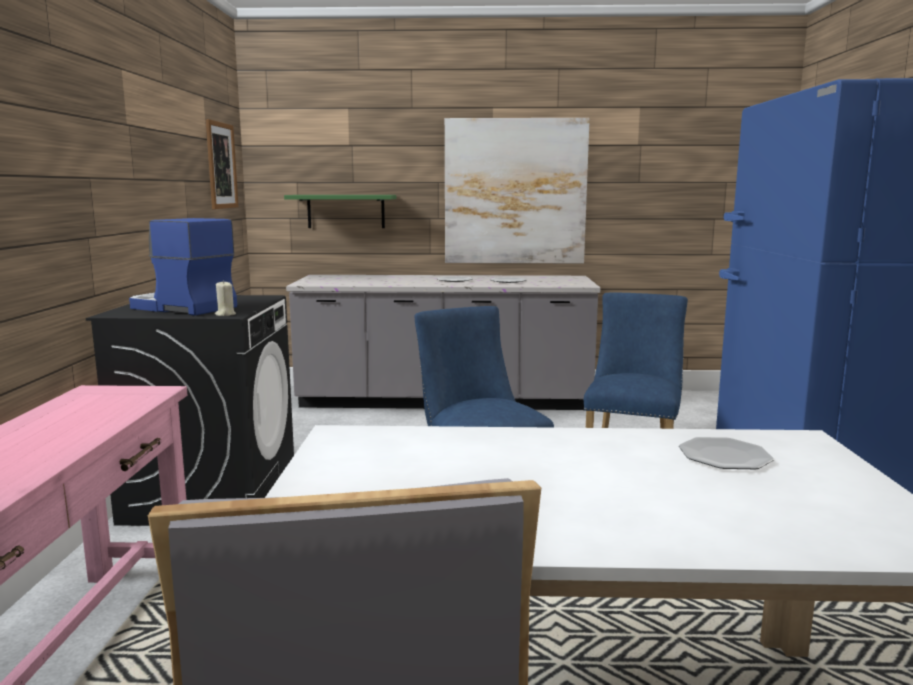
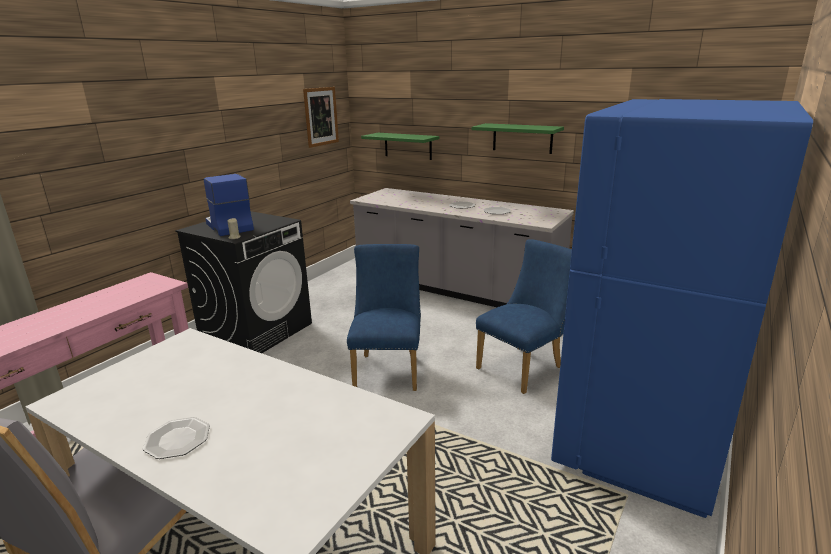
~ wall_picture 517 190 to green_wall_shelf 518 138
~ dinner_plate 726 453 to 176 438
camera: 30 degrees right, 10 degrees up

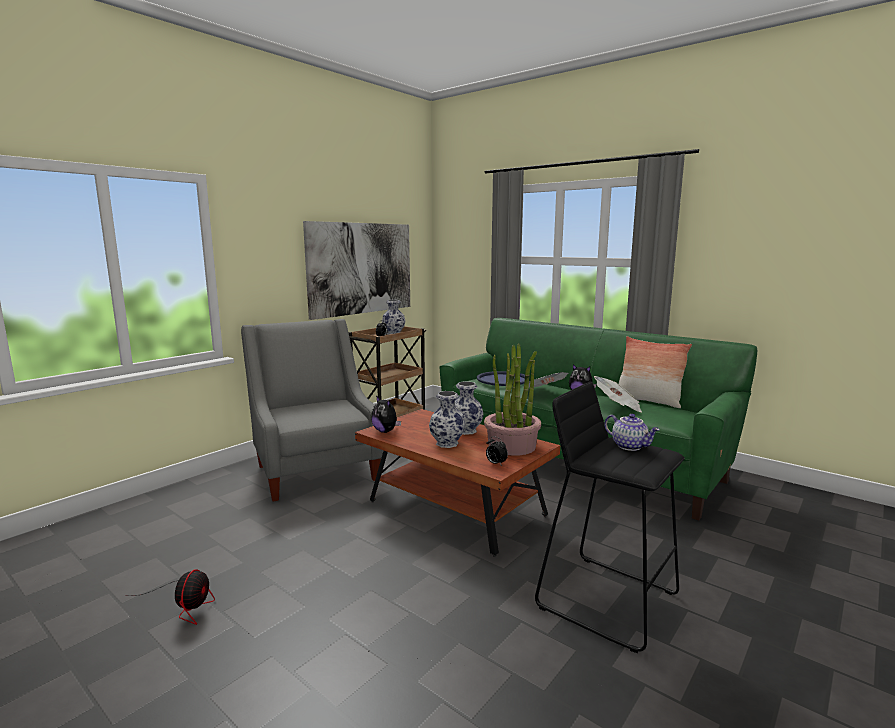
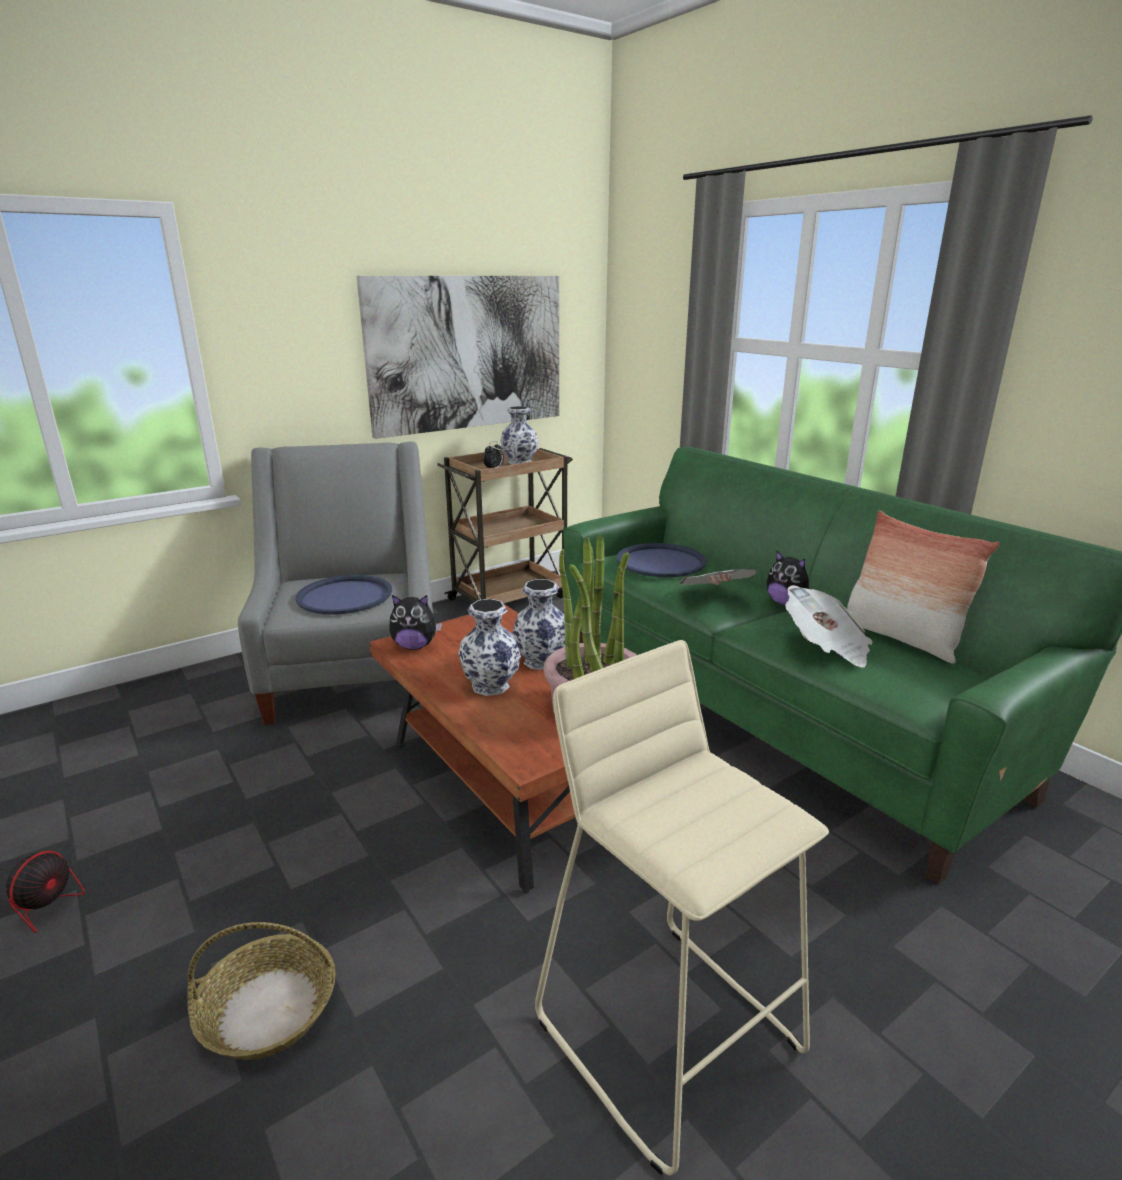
~ cuddly_toy 386 414 = 415 622 60 degrees counterclockwise
- table_clock 497 451
~ blackish_stool 610 517 to beige_stool 682 907
- pot_for_tea 632 432
+ storage_basket 261 991
+ blue_carrying_tray 344 595
camera: 15 degrees right, 10 degrees up

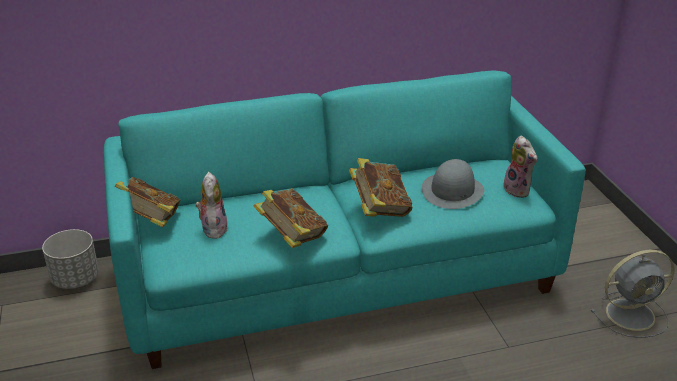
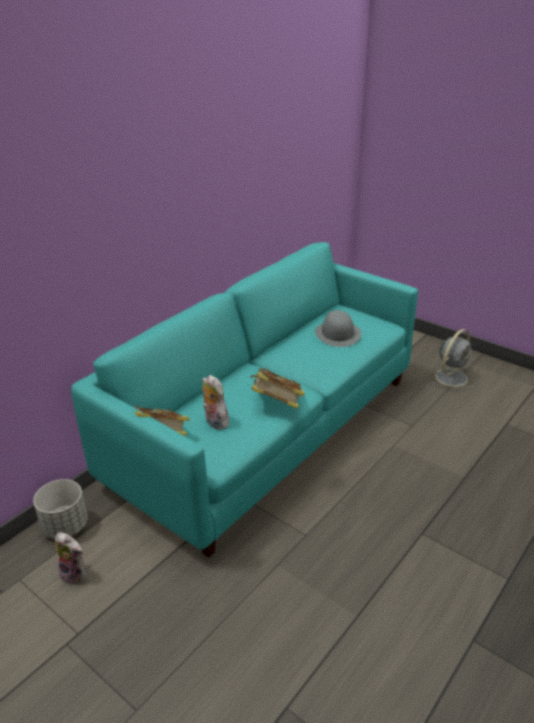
- bound_book 380 187
~ cuddly_toy 520 167 to 70 558
camera: 35 degrees left, 0 degrees up

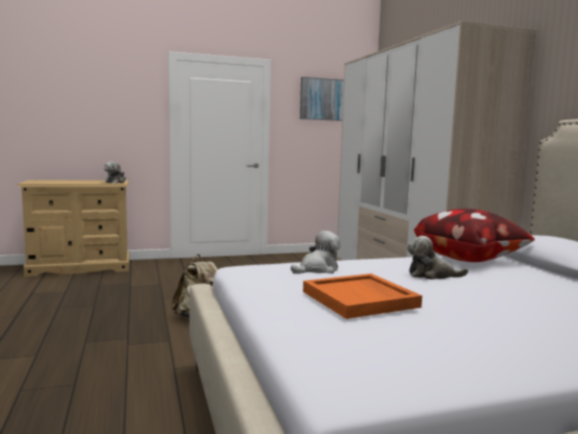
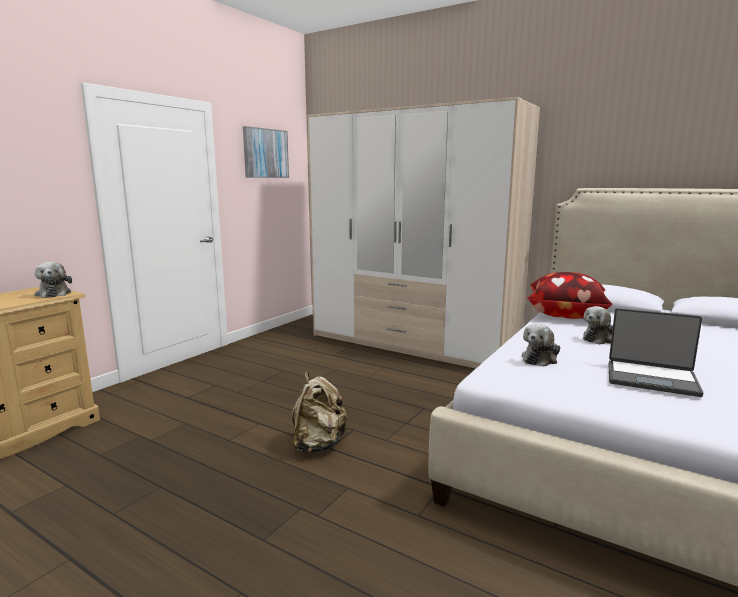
~ cuddly_toy 315 252 = 541 345 150 degrees counterclockwise
~ orangey_carrying_tray 362 296 to laptop 656 352
camera: 40 degrees left, 5 degrees up

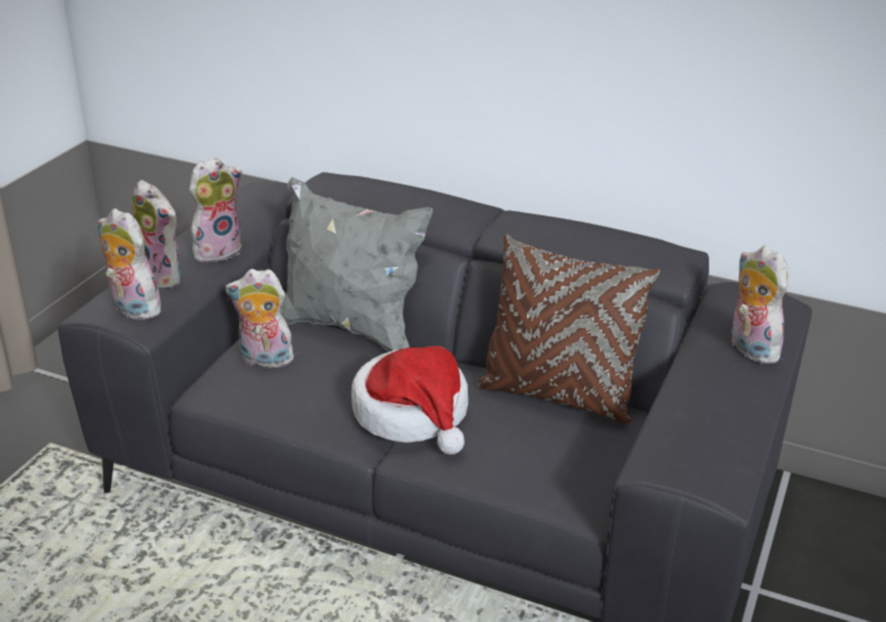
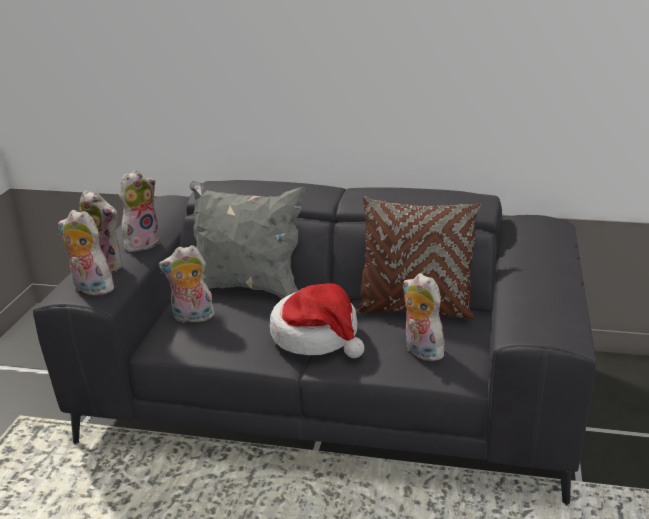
~ cuddly_toy 759 305 to 423 317
camera: 10 degrees left, 5 degrees down

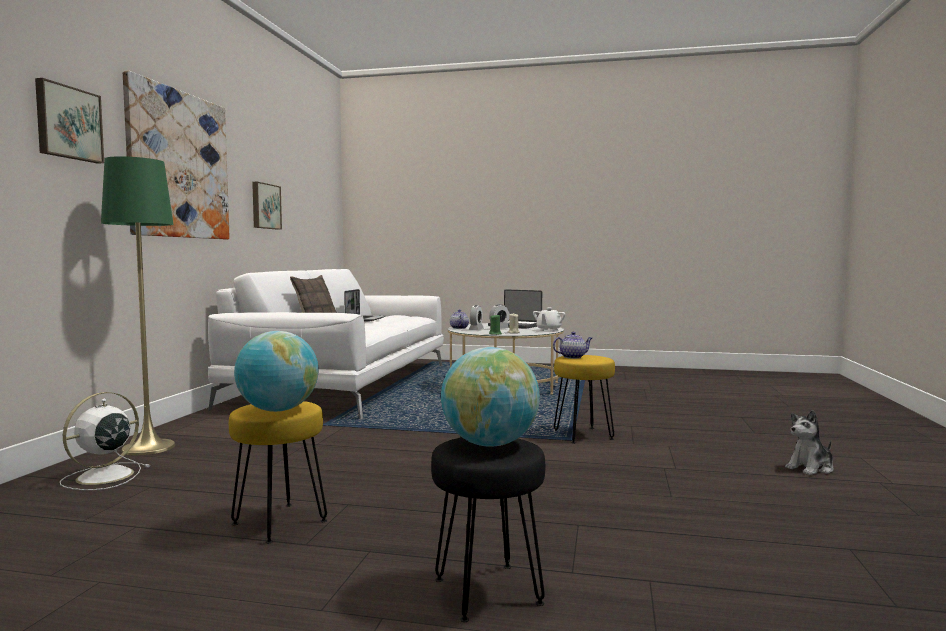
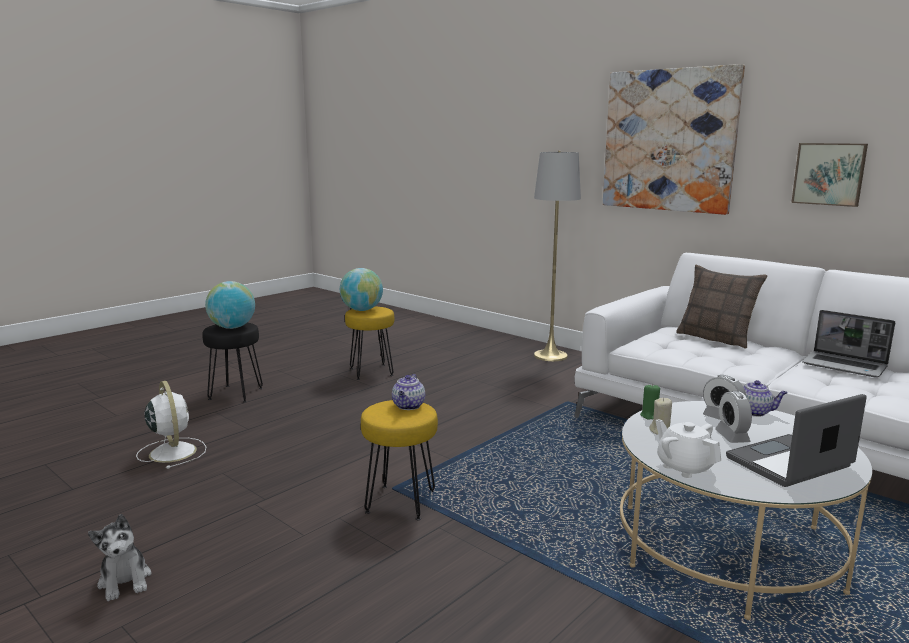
- wall_picture 69 121
~ whitish_fan 105 441 to 171 425
~ green_standing_lamp 138 305 to gray_standing_lamp 557 256
~ cuddly_toy 809 442 = 120 557 150 degrees clockwise
camera: 120 degrees right, 10 degrees up

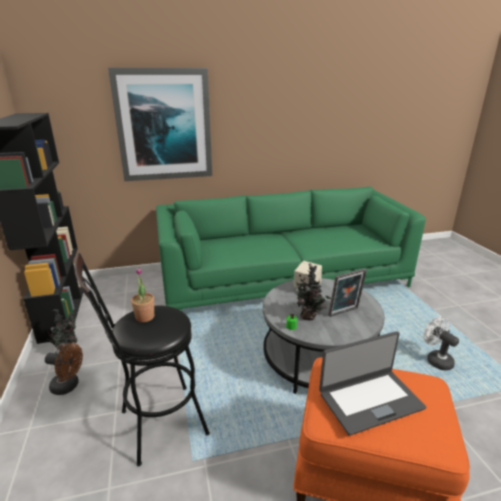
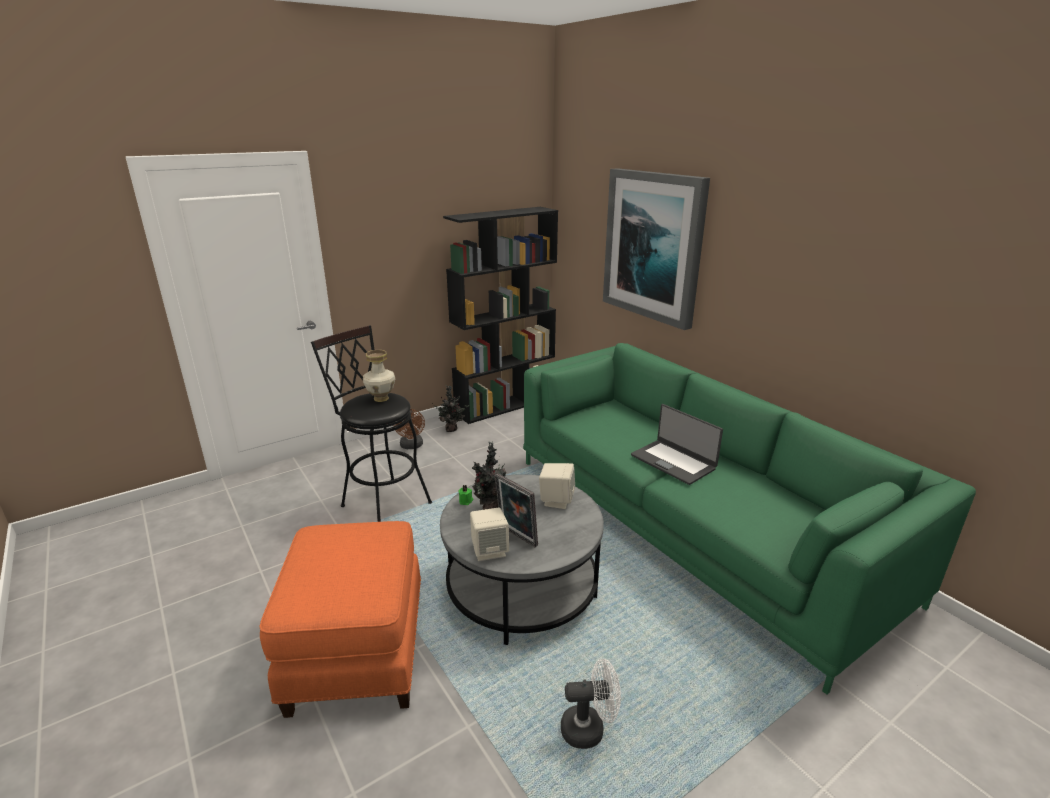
~ houseplant 142 295 to decorative_vase 379 376
~ laptop 372 383 to 677 444
~ whitish_fan 441 343 = 591 704 45 degrees clockwise
+ beige_audio_speaker 489 534
camera: 70 degrees right, 0 degrees up

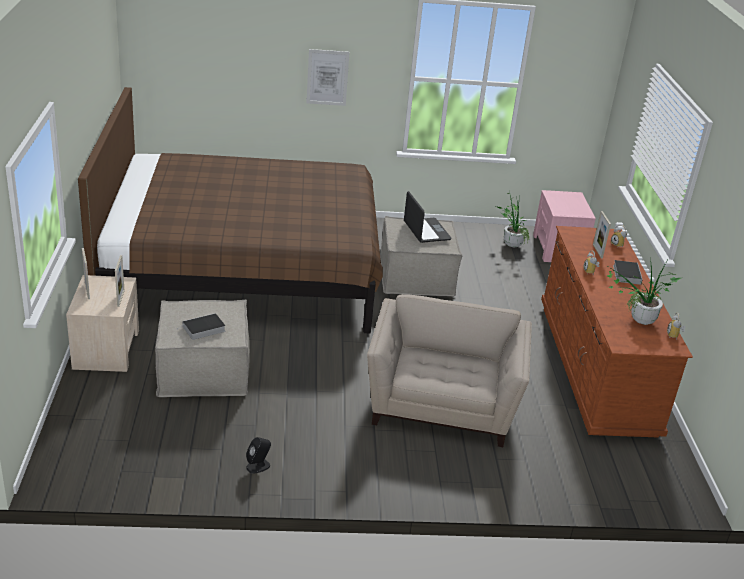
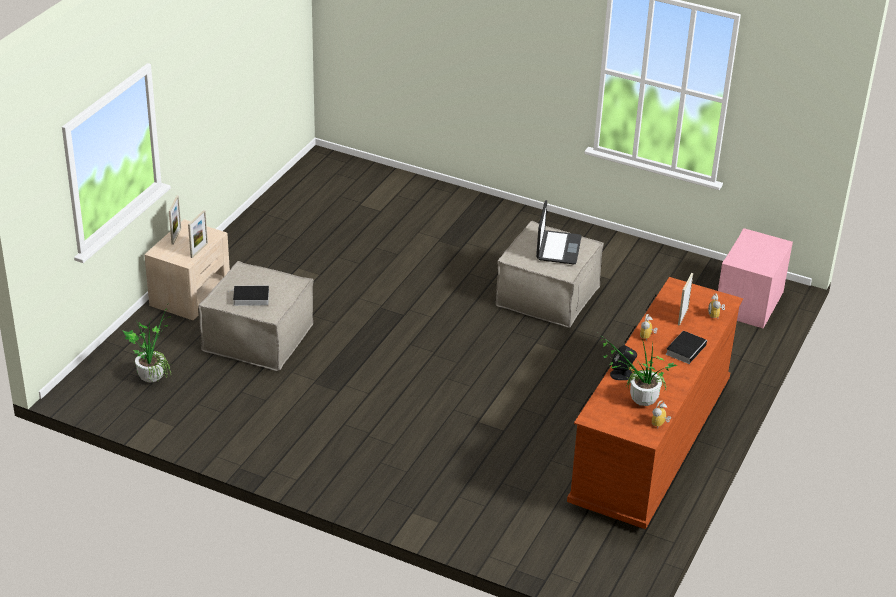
- brown-coloured_bed 230 210
~ blackish_audio_speaker 258 455 to 623 362
- wall_picture 328 77
- beige_armchair 449 370
~ houseplant 513 218 to 147 344
camera: 30 degrees right, 5 degrees up

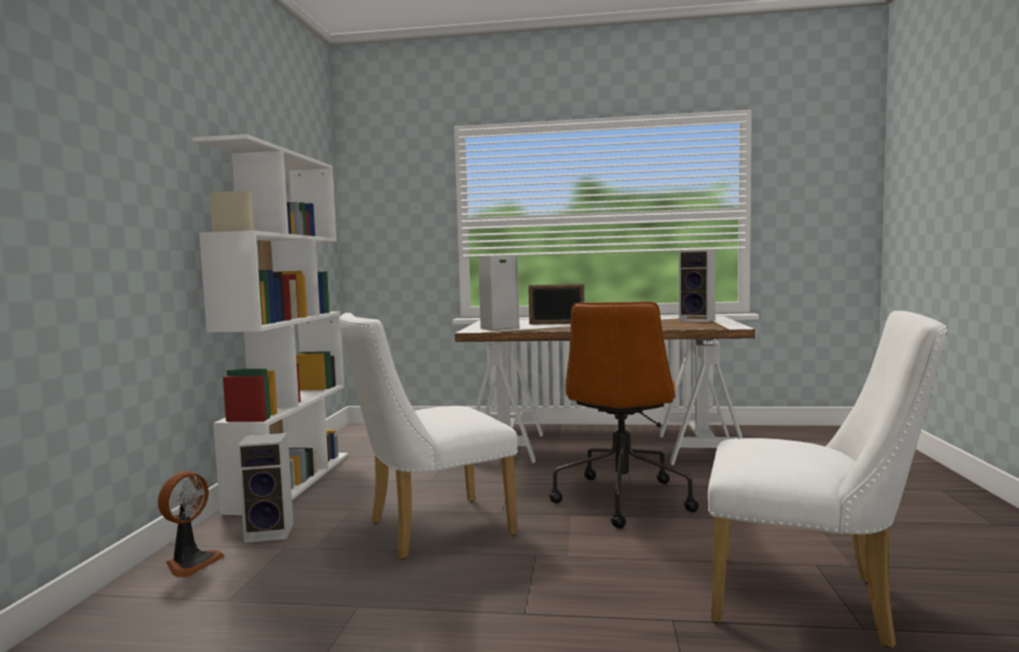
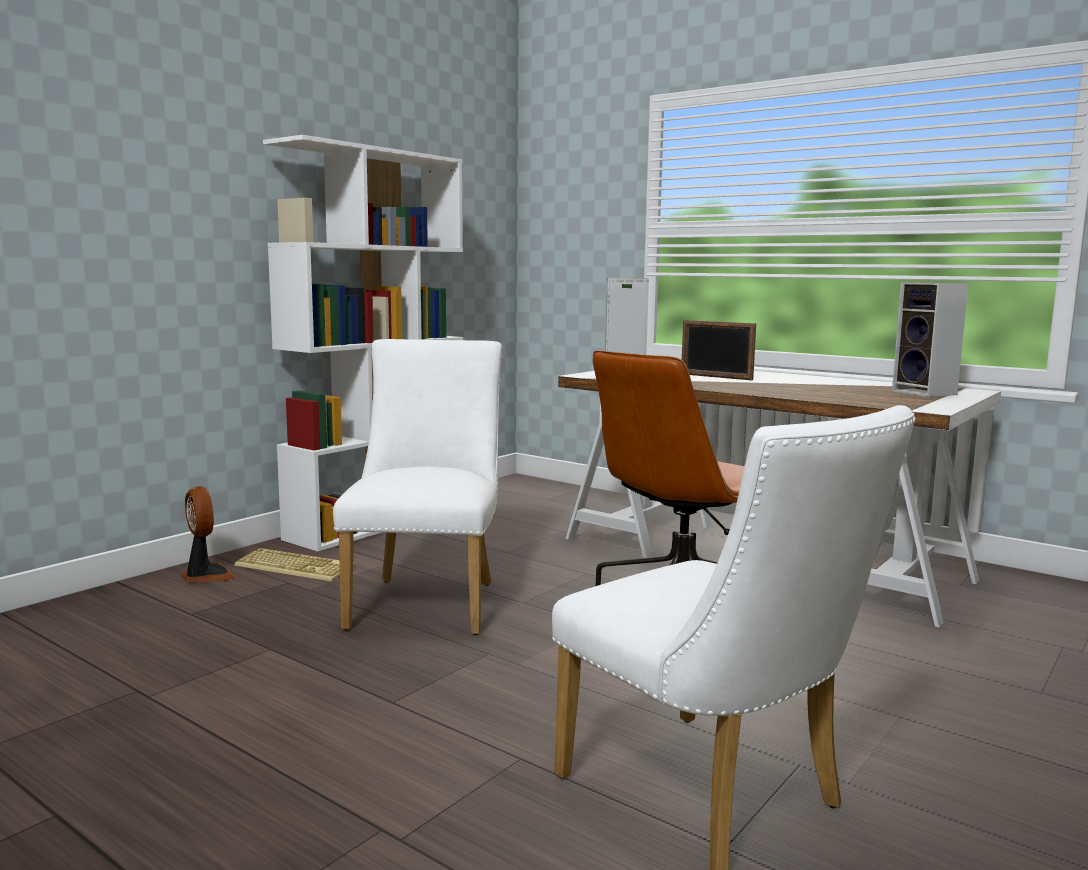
~ fan 191 524 = 208 534 90 degrees counterclockwise
~ audio_speaker 265 488 to PC_keyboard 294 564
~ whitish_plain_chair 428 436 = 417 487 90 degrees clockwise
camera: 30 degrees right, 5 degrees up

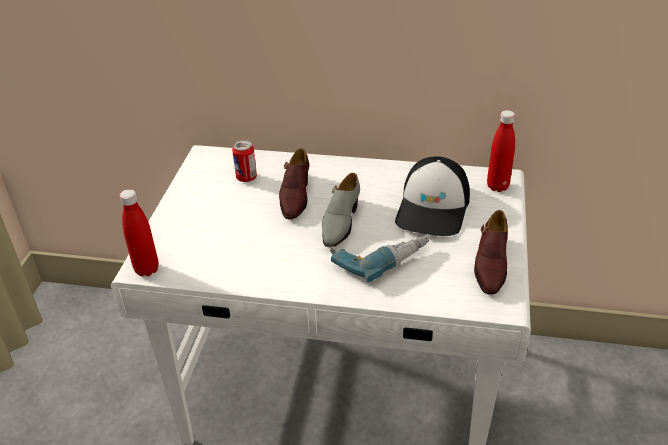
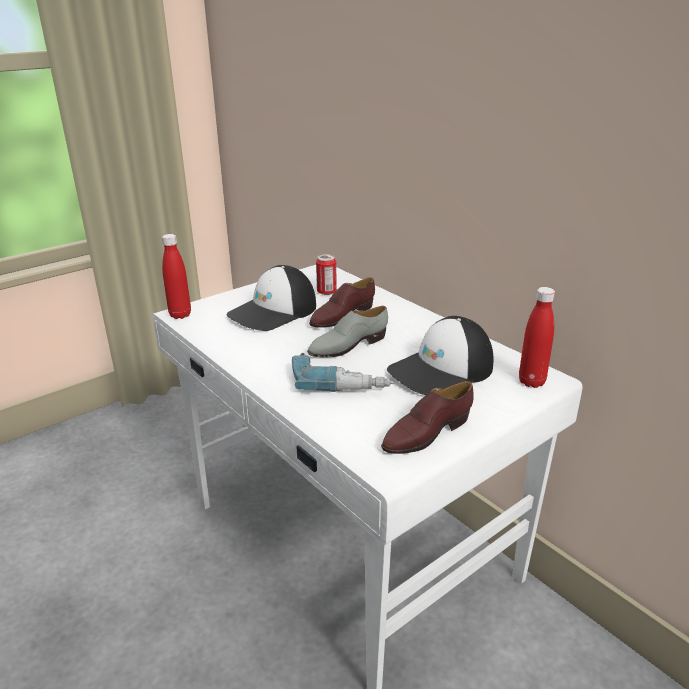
+ baseball_cap 271 298
camera: 40 degrees right, 10 degrees down

